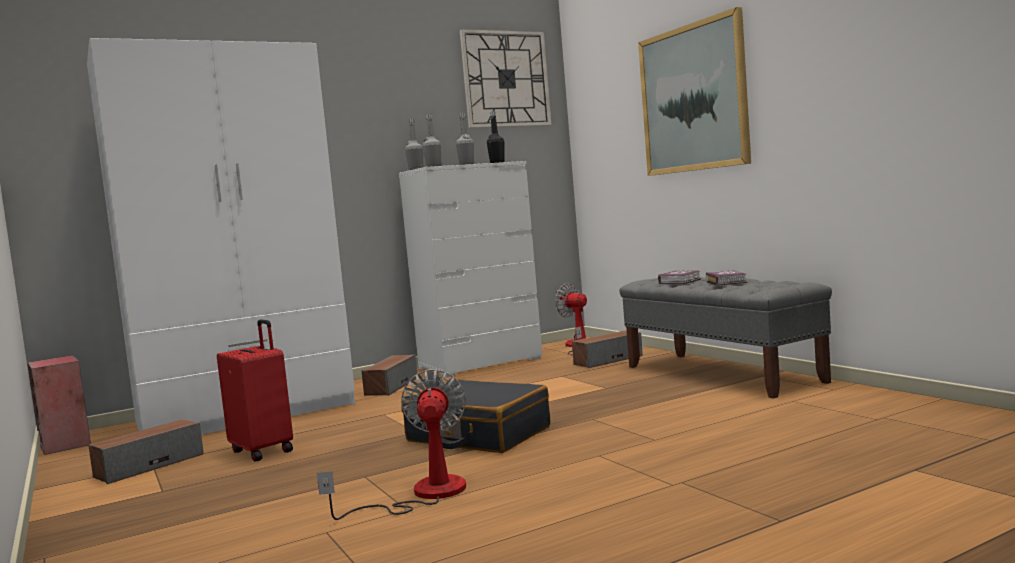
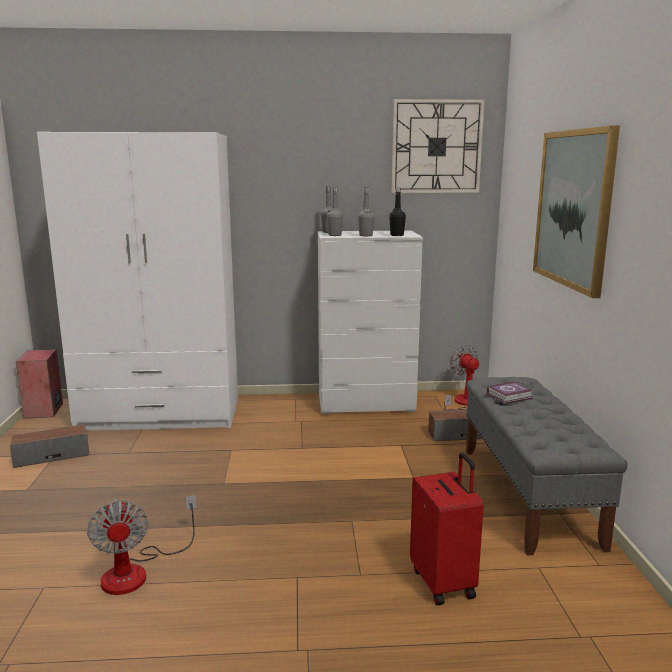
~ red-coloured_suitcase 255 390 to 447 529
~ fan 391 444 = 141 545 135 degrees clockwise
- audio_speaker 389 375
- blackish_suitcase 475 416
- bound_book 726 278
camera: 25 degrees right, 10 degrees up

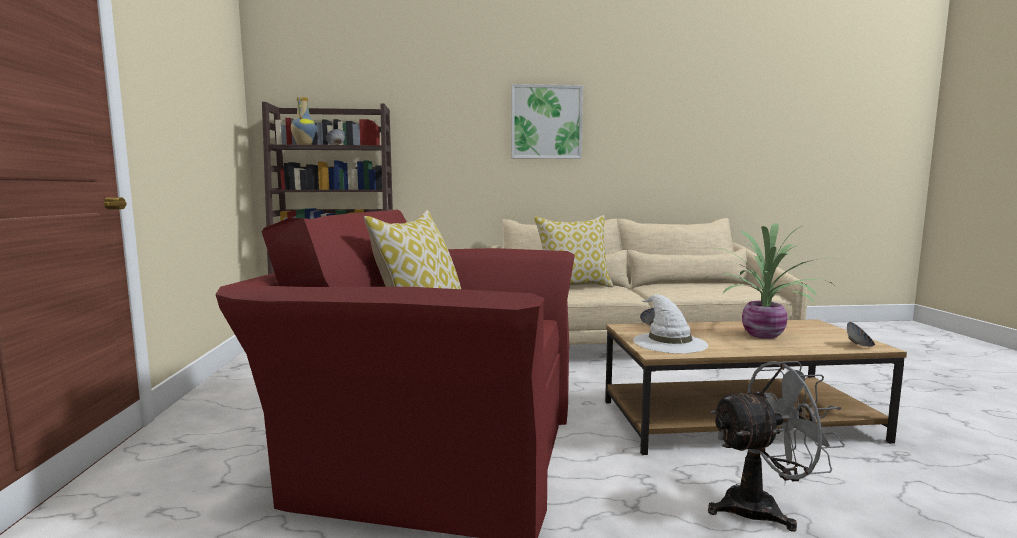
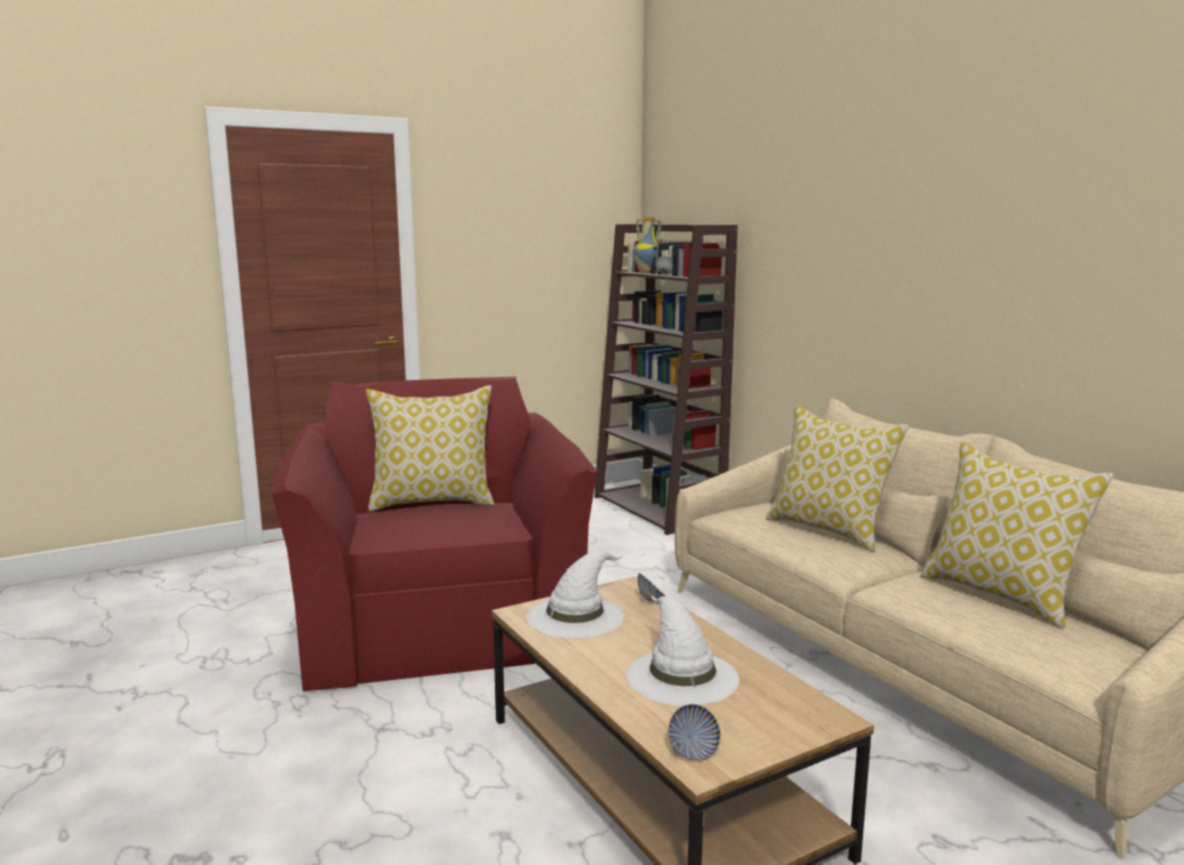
- wall_picture 547 121
~ houseplant 770 281 to whitish_wearable_hat 682 650
- gray_fan 776 446
+ cushion 1017 535
camera: 65 degrees right, 5 degrees up

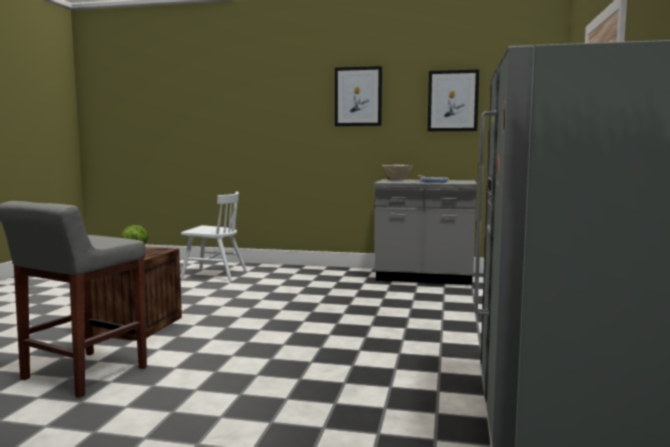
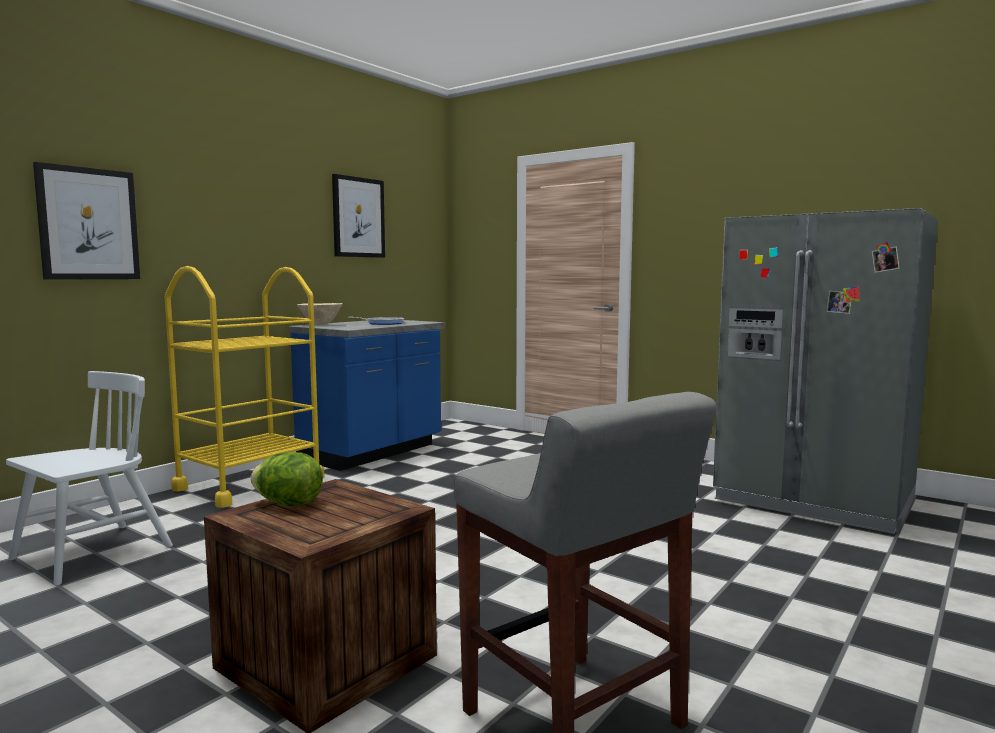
~ wall_picture 358 96 to 86 221
~ gray_kitchen_base_unit 425 232 to blue_kitchen_base_unit 367 395
+ yellowish_cart 245 387
camera: 65 degrees left, 0 degrees up

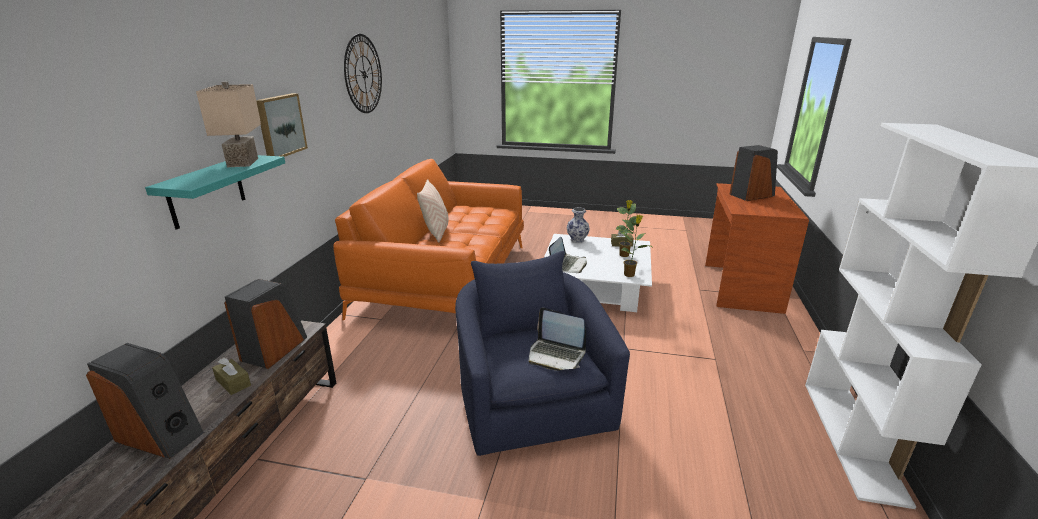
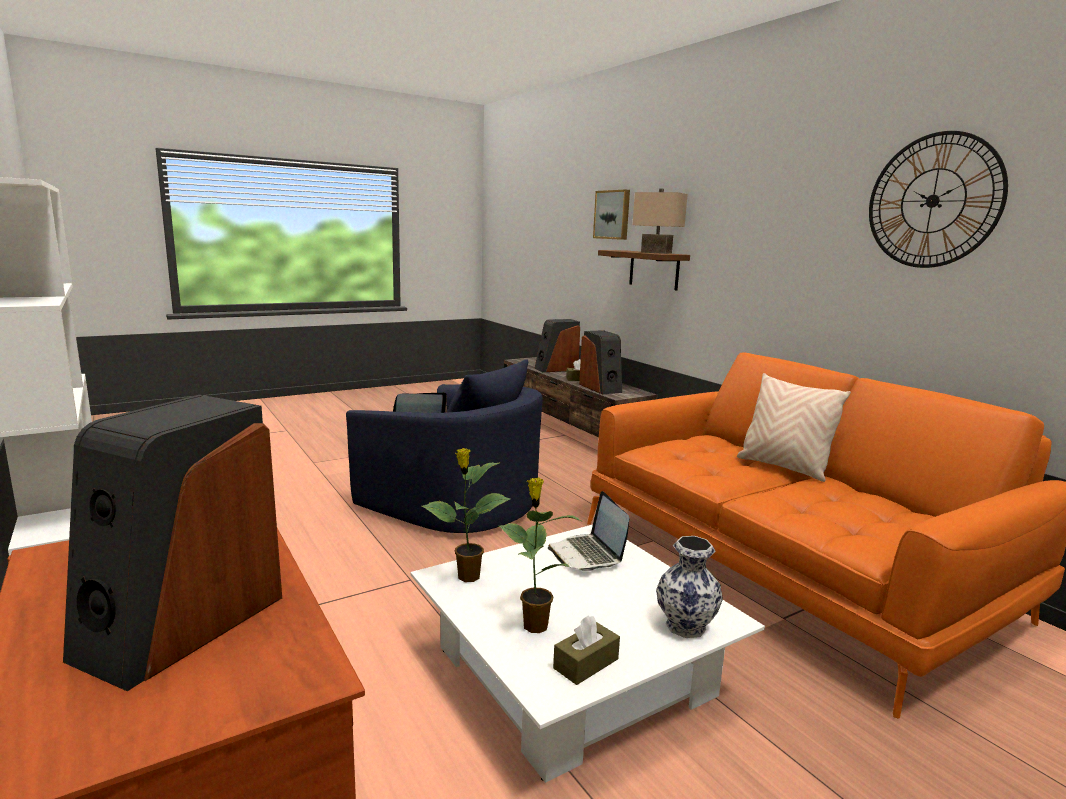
~ blue-green_wall_shelf 215 192 to brown-coloured_wall_shelf 644 270
~ wall_picture 282 125 to 611 214
camera: 135 degrees right, 10 degrees down

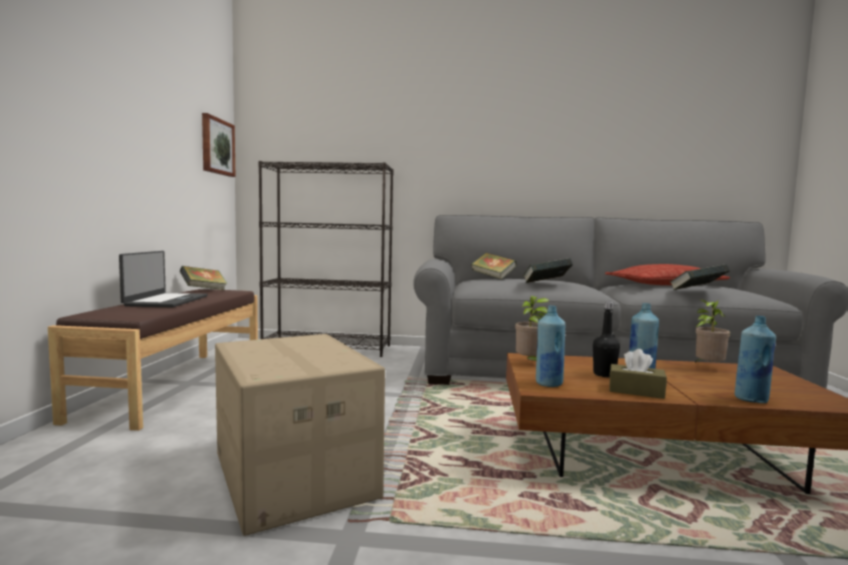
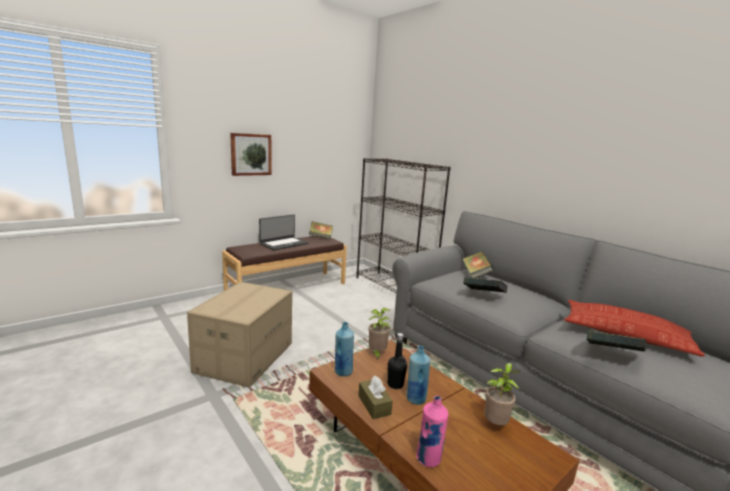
~ wall_picture 218 145 to 251 154
~ blue_beverage_bottle 755 359 to pinkish_beverage_bottle 432 431
camera: 45 degrees right, 10 degrees up

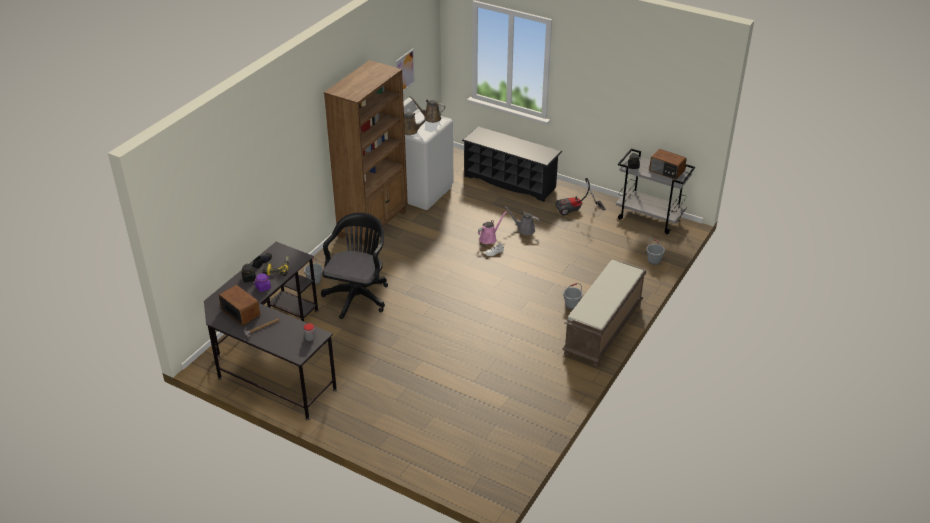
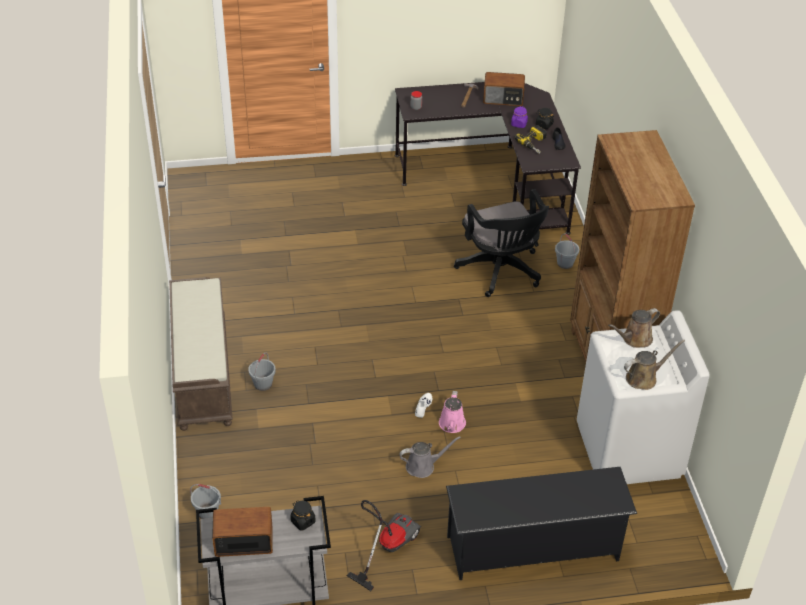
- wall_picture 405 70
camera: 140 degrees right, 5 degrees up

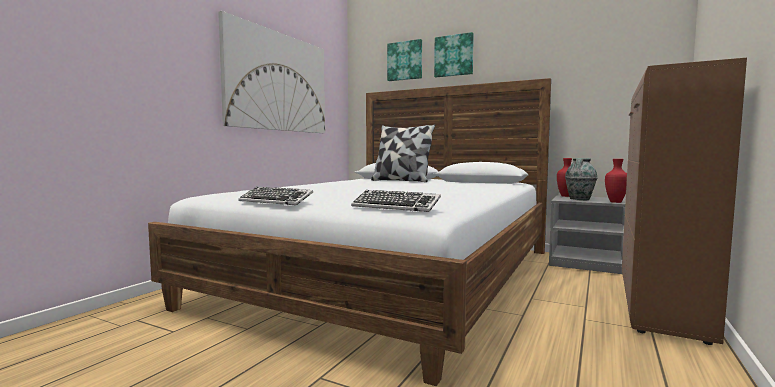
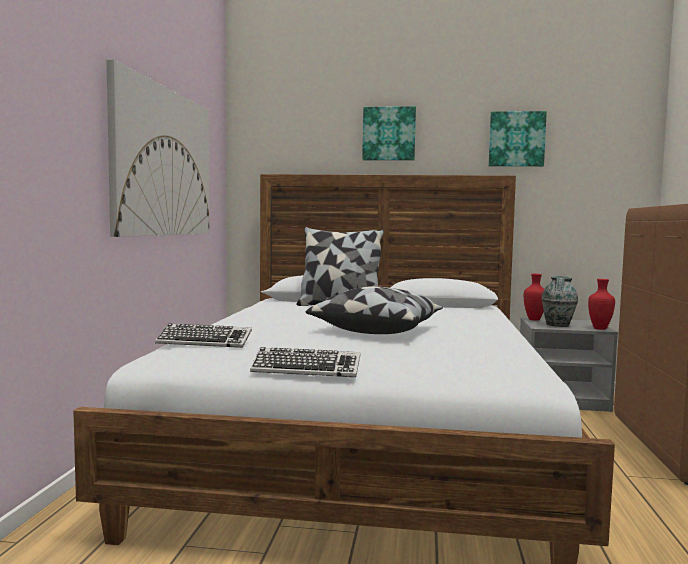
~ PC_keyboard 396 201 to 203 335
~ wall_picture 404 60 to 517 139
+ cushion 374 310
camera: 20 degrees left, 0 degrees up

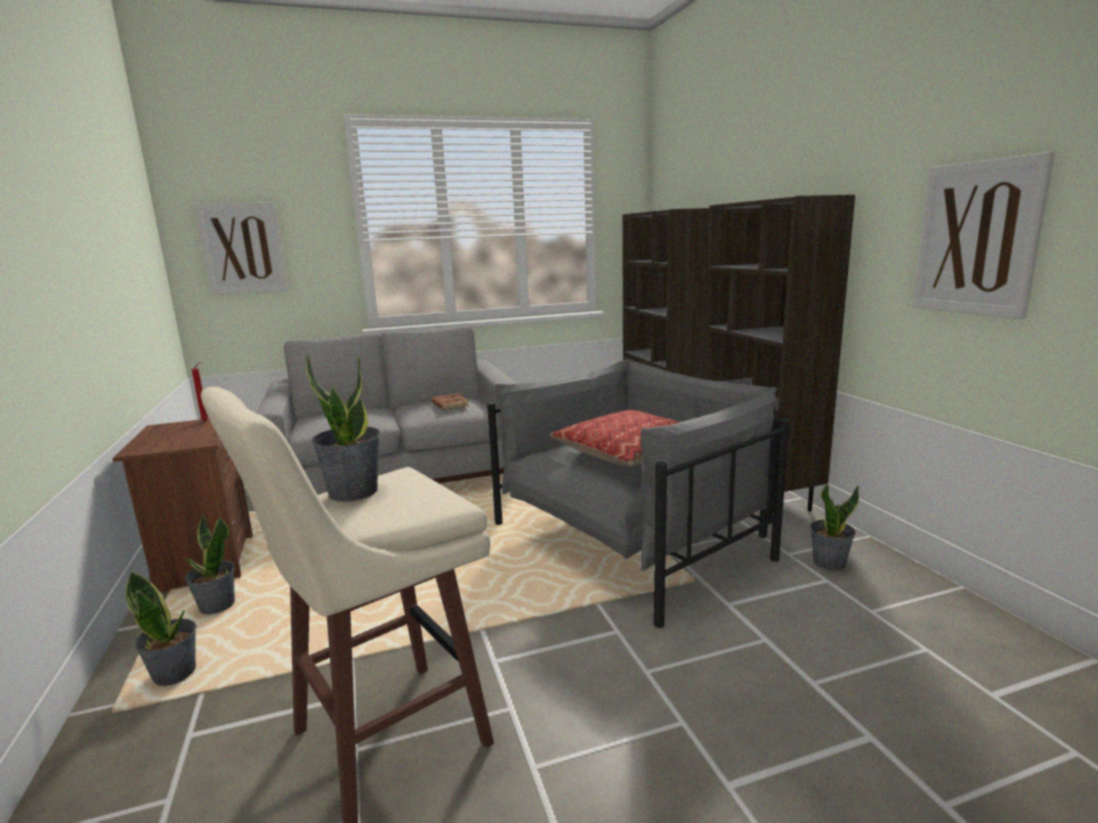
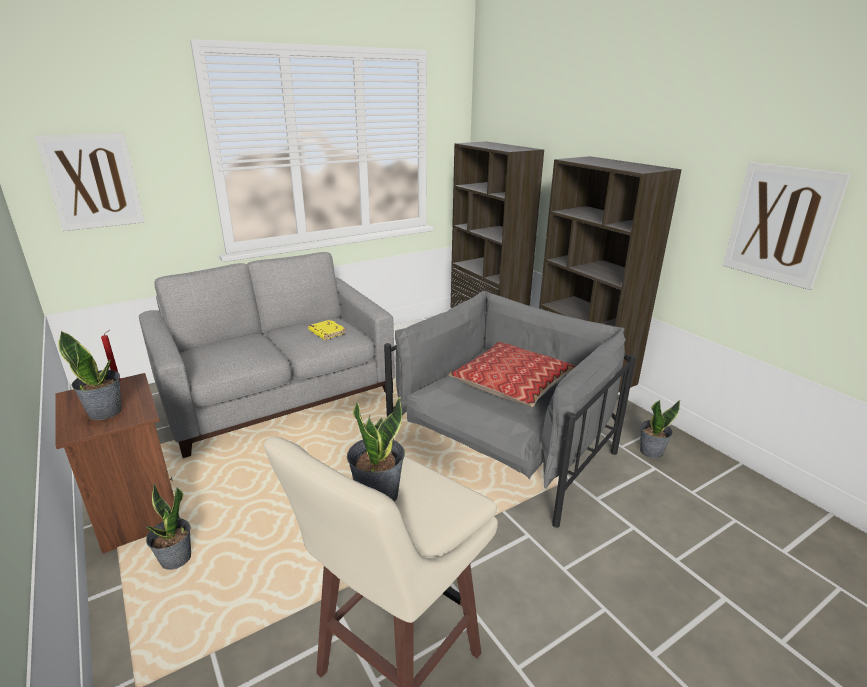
~ houseplant 160 628 to 90 375
~ brown-coloured_bound_book 450 401 to yellowish_bound_book 327 330
camera: 15 degrees left, 10 degrees up

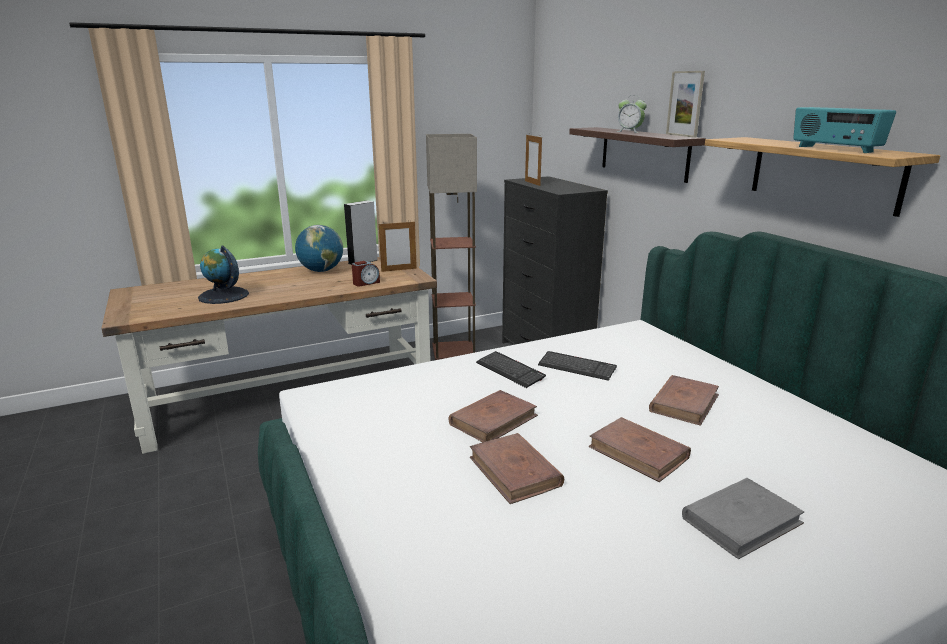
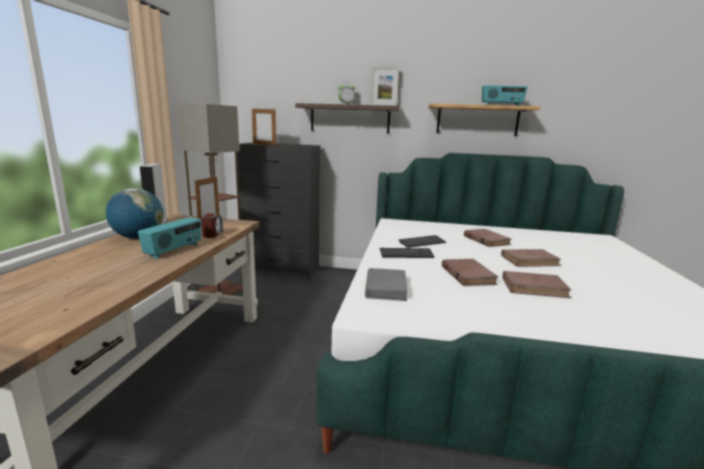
- desk_globe 223 274
~ gray_bound_book 743 518 to 386 284
+ radio 169 238
camera: 55 degrees left, 5 degrees down

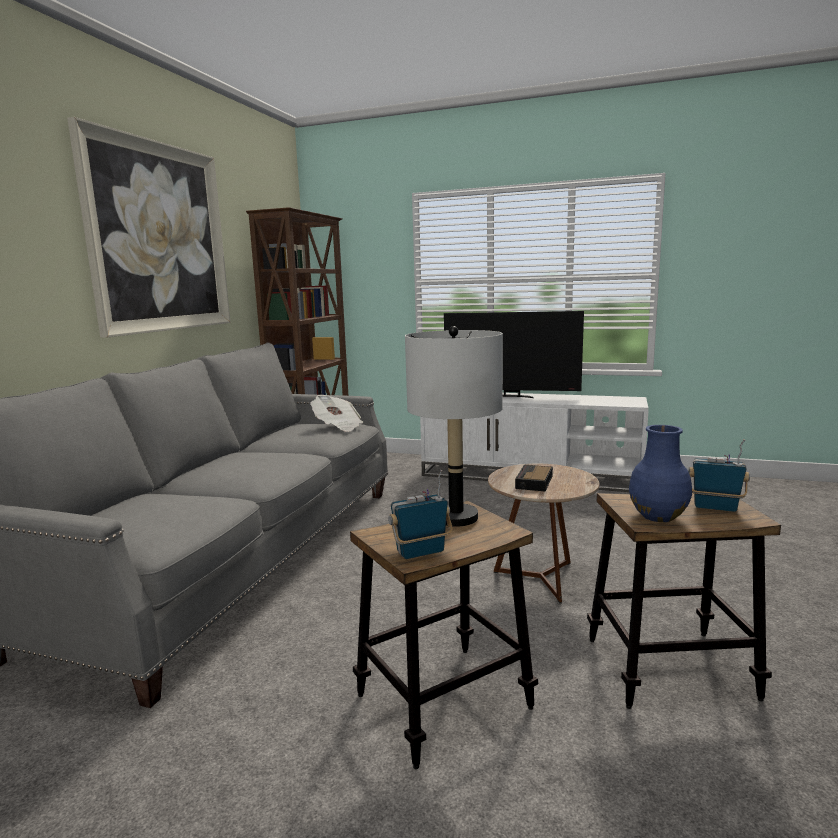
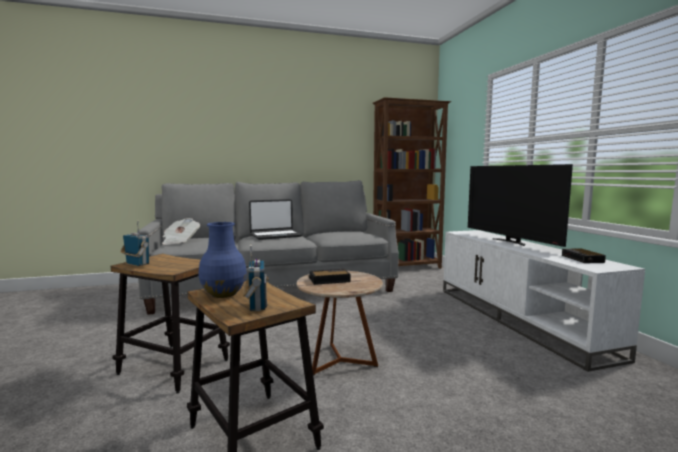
- wall_picture 149 227
~ newspaper 336 413 to 181 231
- gray_tabletop_lamp 454 426
+ laptop 276 219
+ table_clock 584 255
camera: 55 degrees right, 5 degrees down

